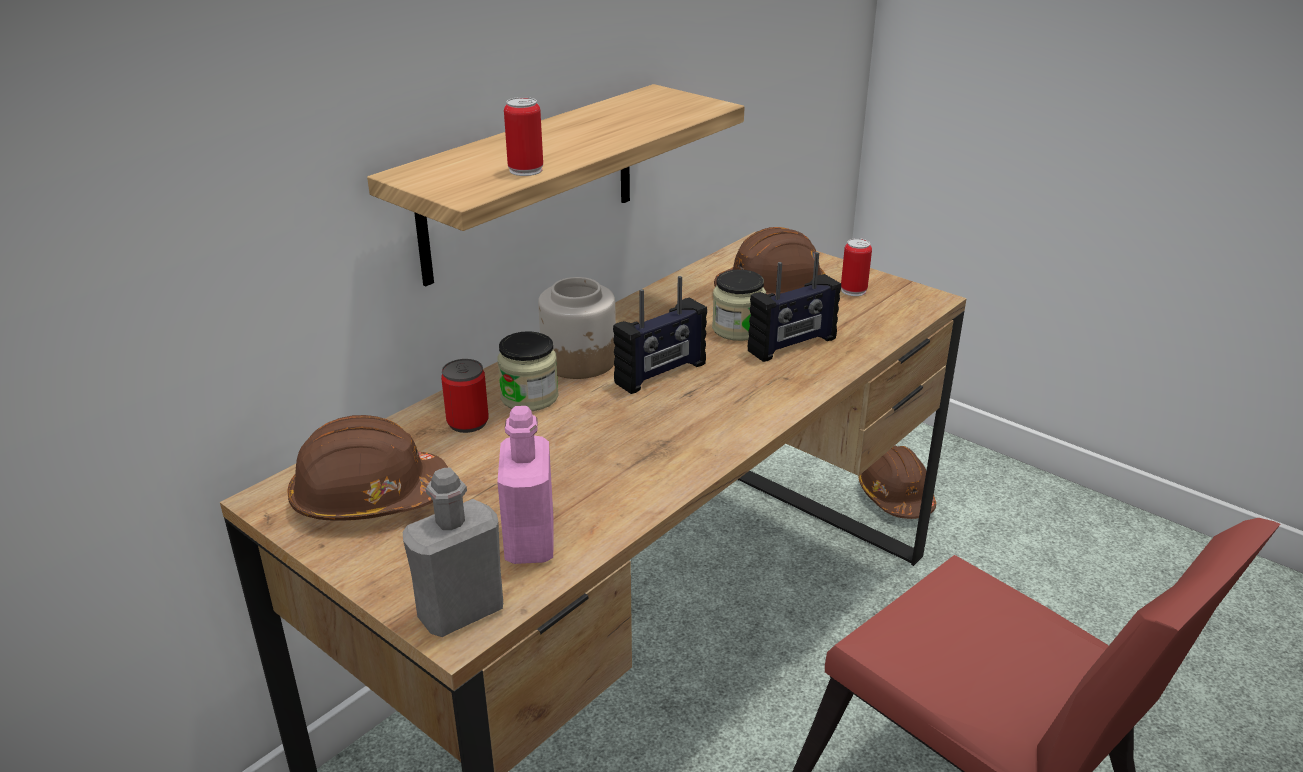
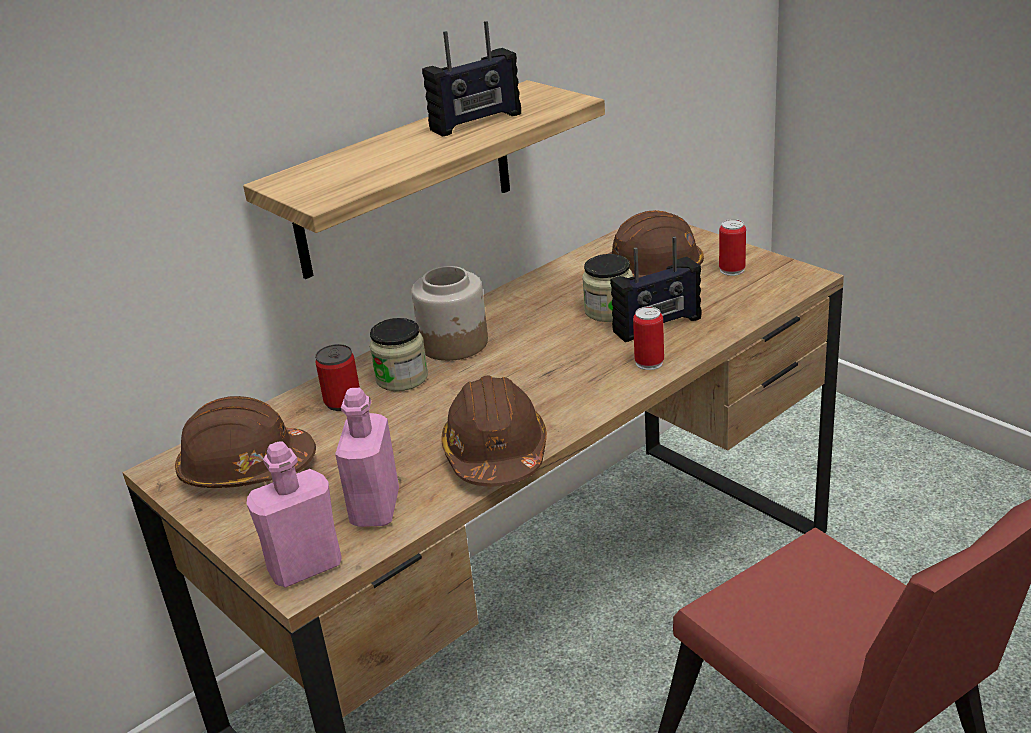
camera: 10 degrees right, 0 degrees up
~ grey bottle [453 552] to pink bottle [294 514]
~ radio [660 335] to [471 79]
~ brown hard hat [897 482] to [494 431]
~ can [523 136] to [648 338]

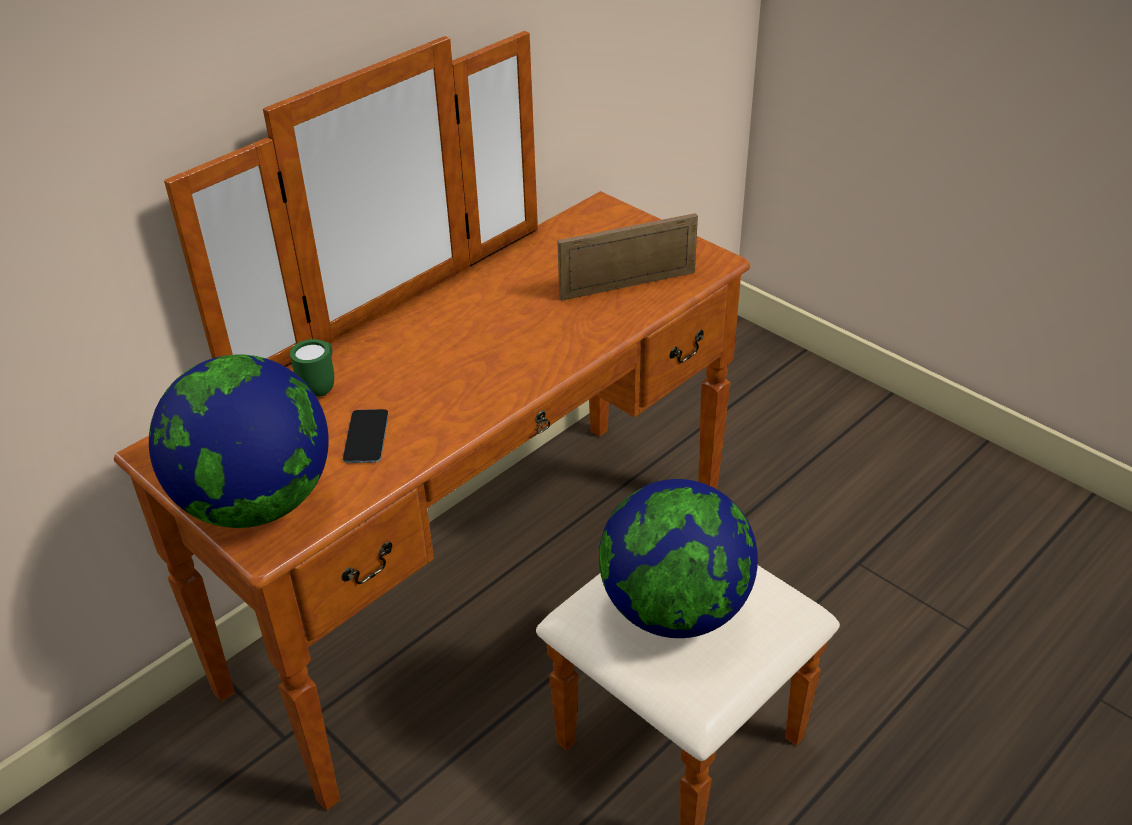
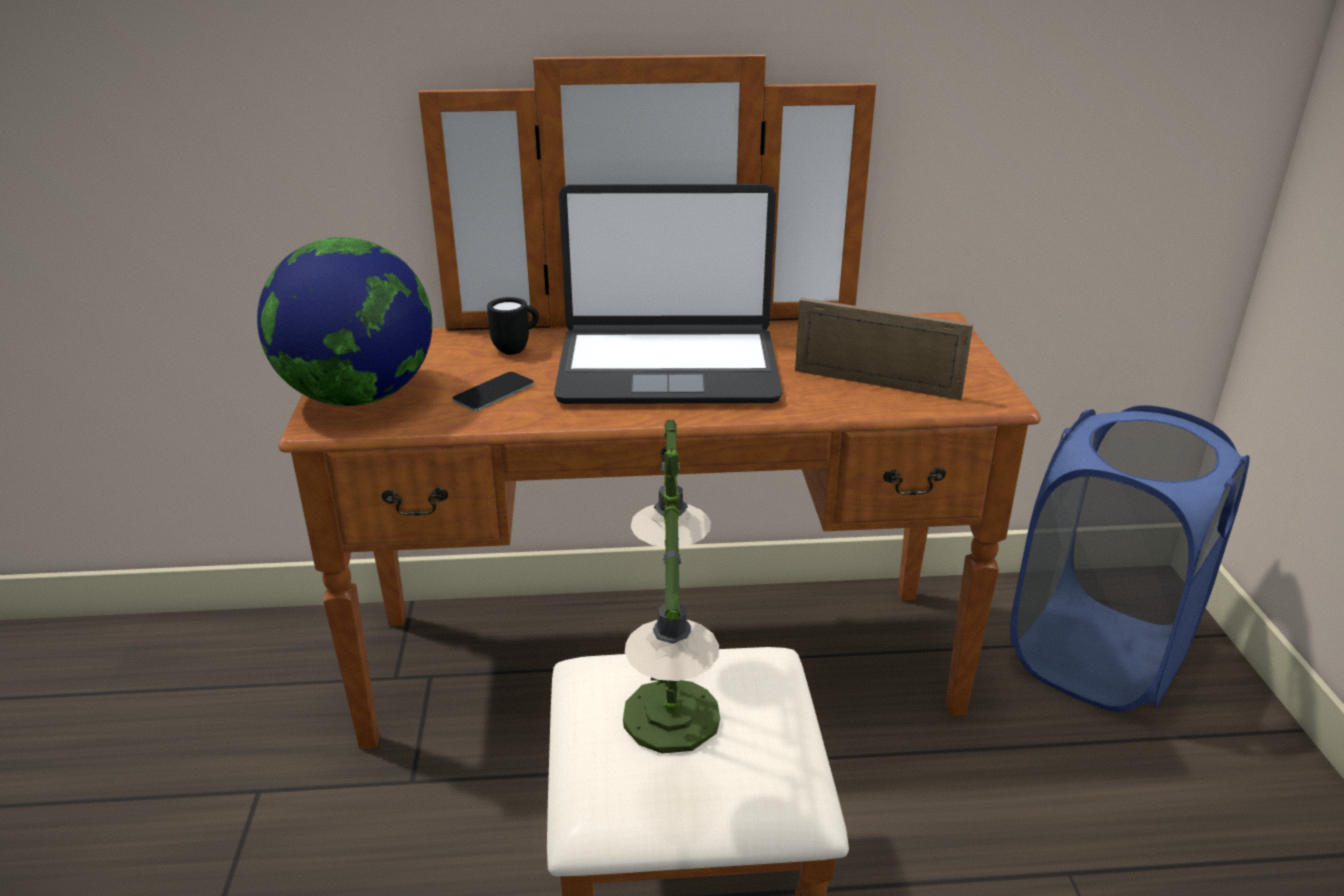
camera: 40 degrees right, 10 degrees down
~ green mug [312 367] to black mug [513 326]
+ laptop [668 294]
~ globe [678 558] to table lamp [671 587]
+ blue laundry basket [1130 558]

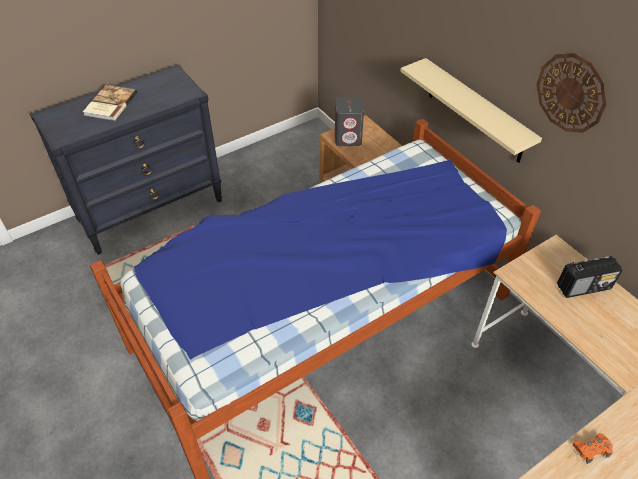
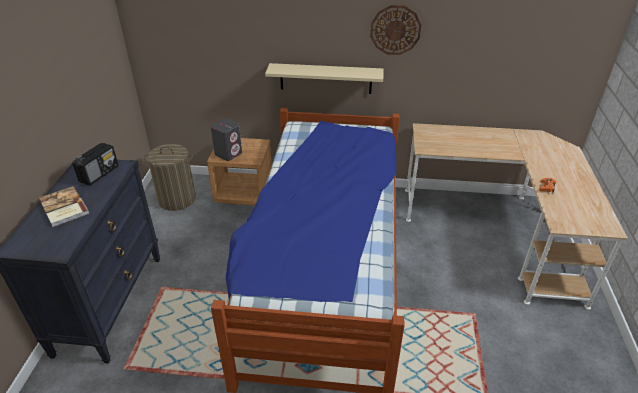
camera: 50 degrees left, 10 degrees down
~ radio [590 277] to [95 164]
+ laundry basket [169 177]

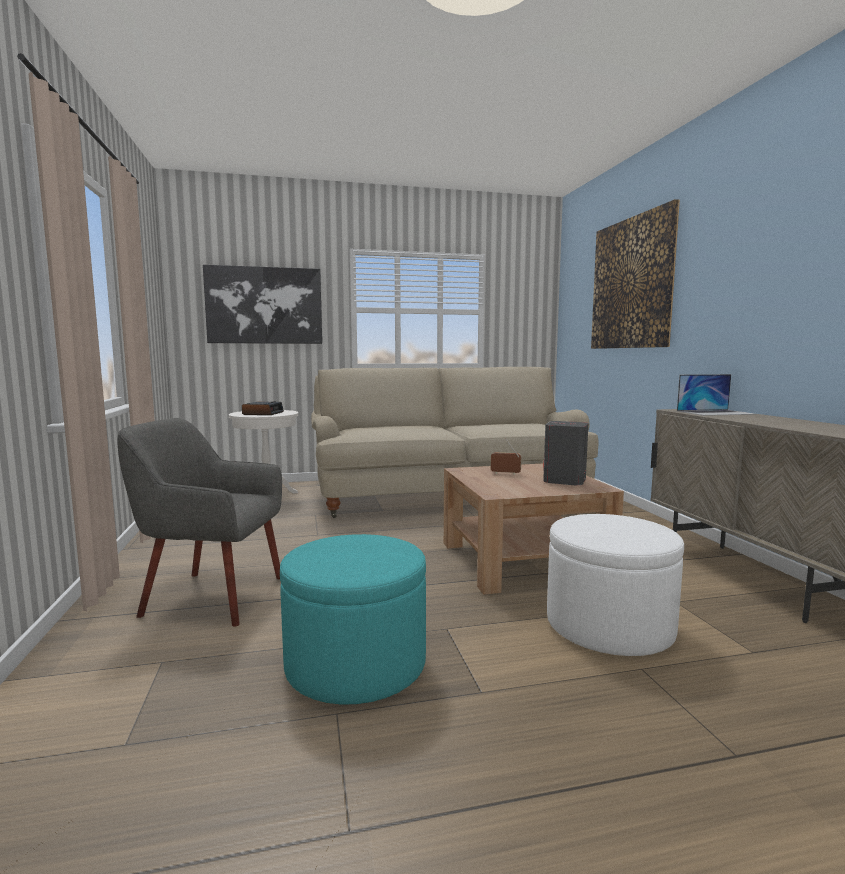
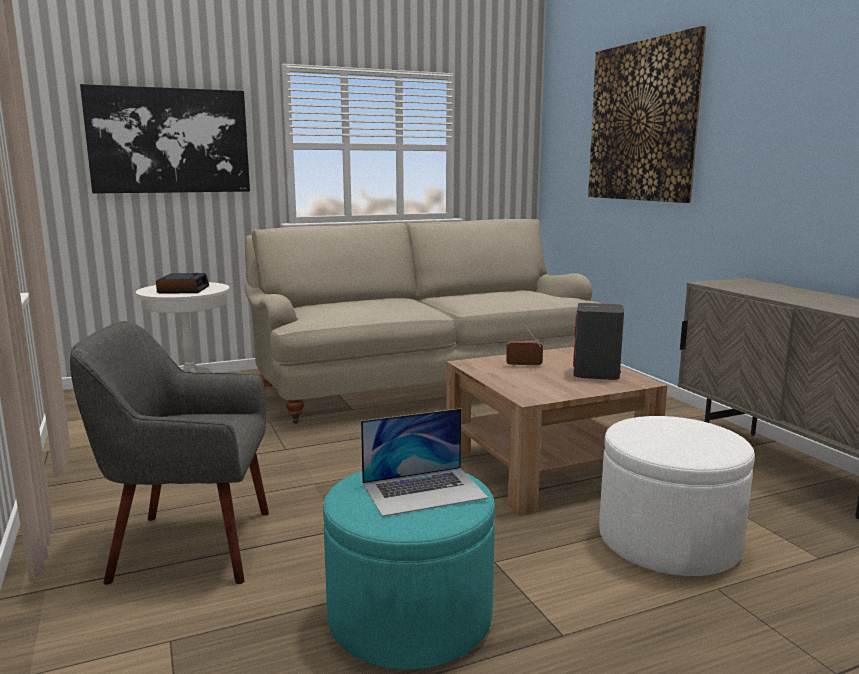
camera: 10 degrees left, 5 degrees up
~ laptop [717 395] to [425 462]

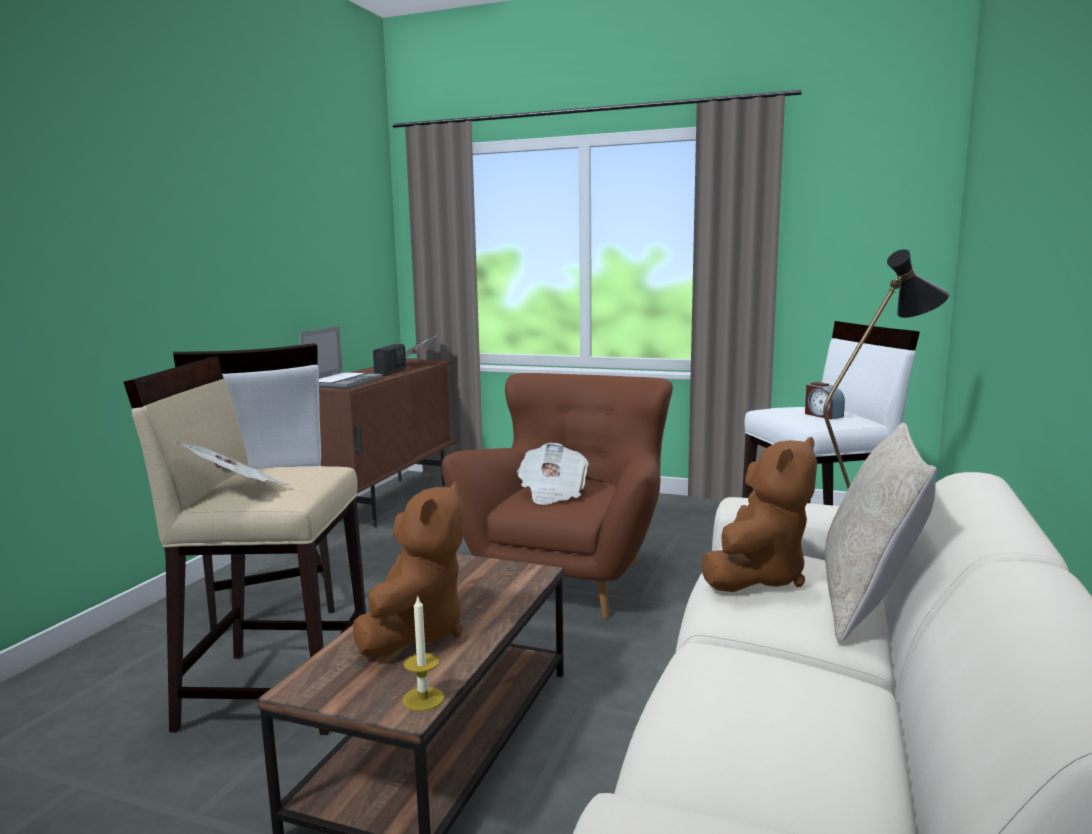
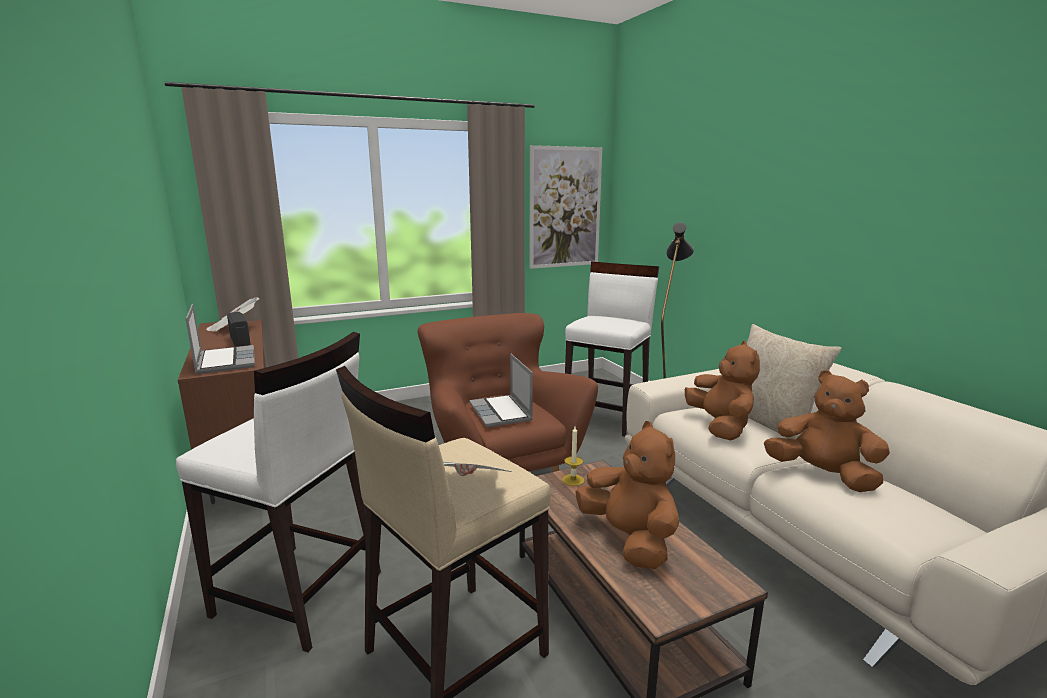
camera: 45 degrees left, 5 degrees up
~ newspaper [553 474] to laptop [501 390]
+ picture [565 207]
~ candle [423 654] to [573 456]
+ brown plush toy [827 431]
- alarm clock [825 401]

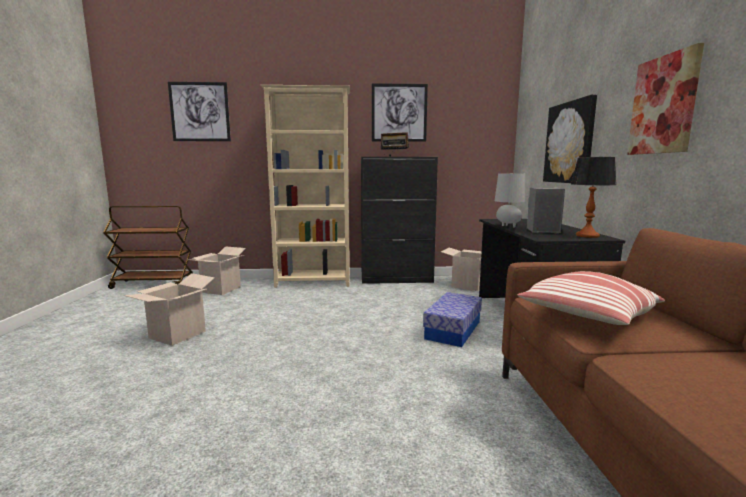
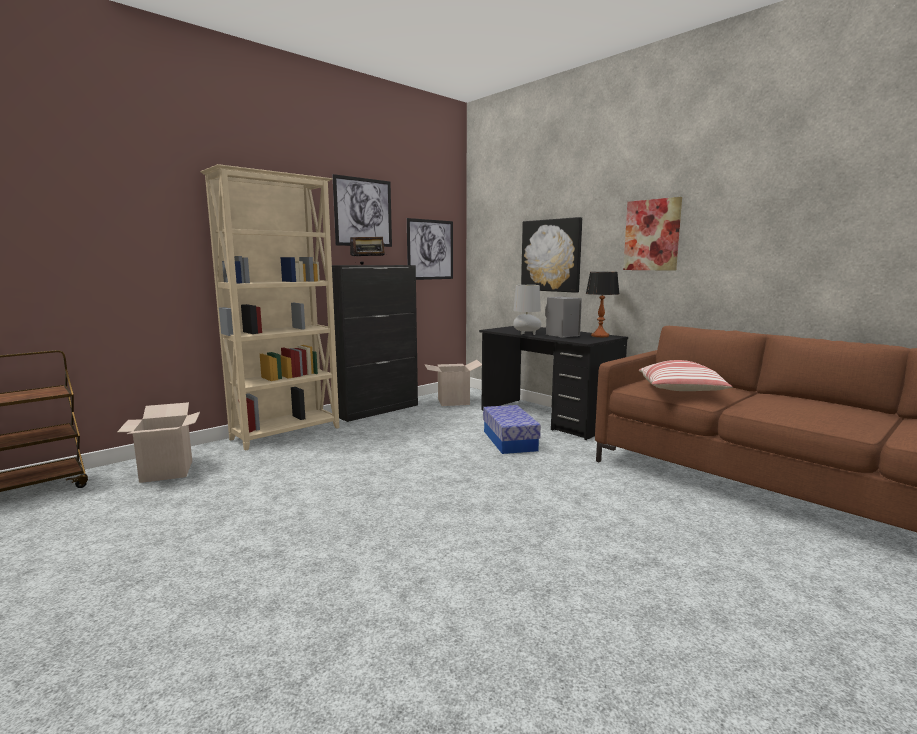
camera: 40 degrees left, 0 degrees up
~ picture [199 111] to [430 249]
- cardboard box [169 309]

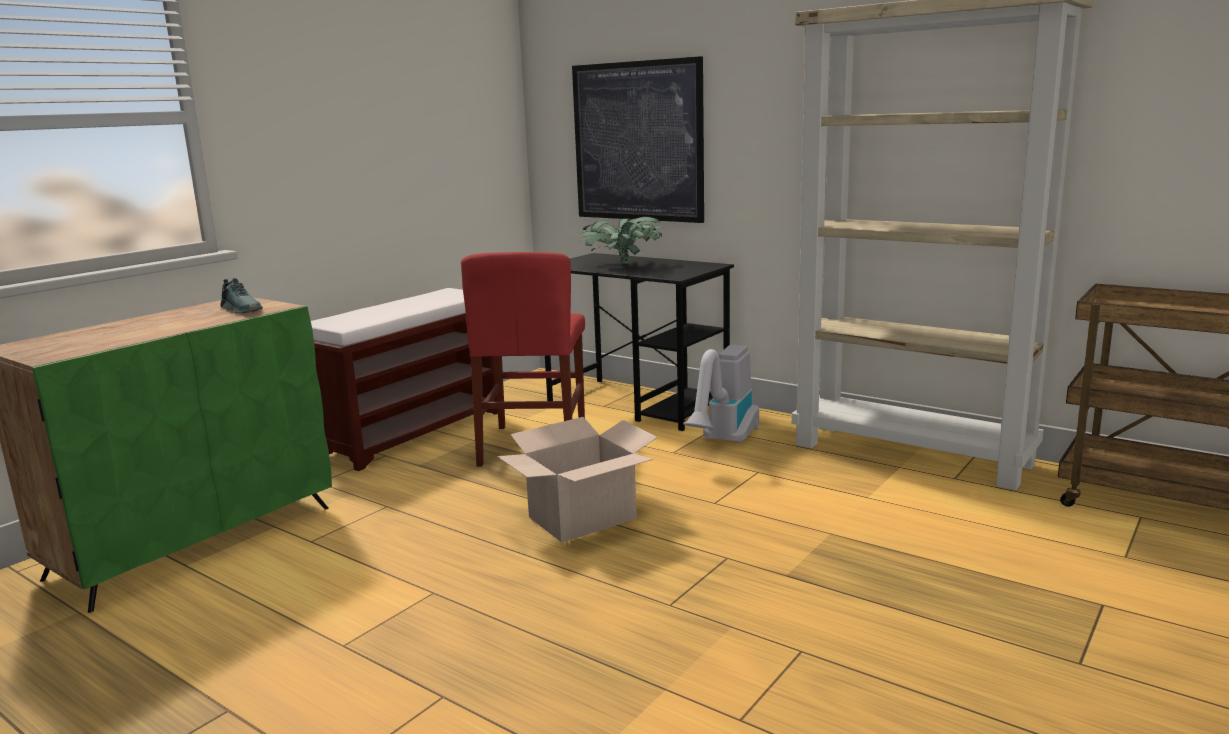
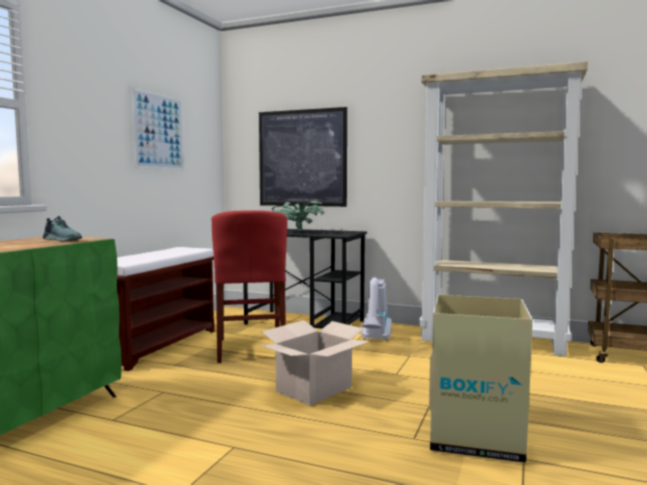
camera: 15 degrees left, 10 degrees down
+ picture [157 128]
+ cardboard box [481 379]

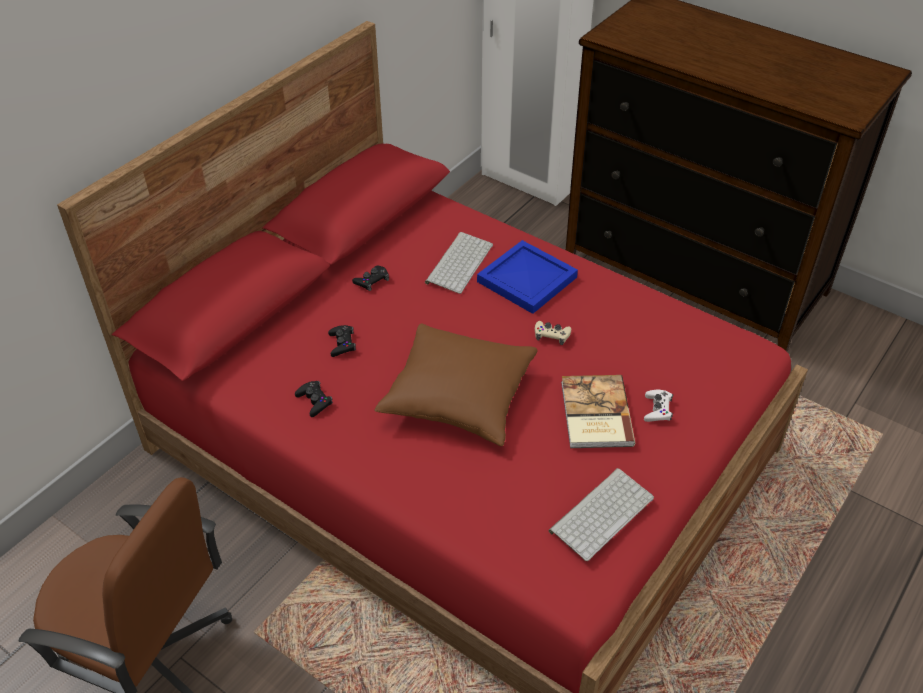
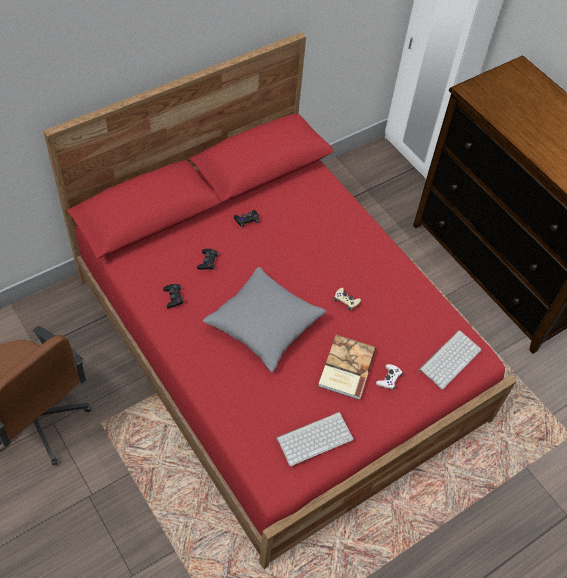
camera: 15 degrees right, 10 degrees up
~ brown pillow [456 384] to grey pillow [264 319]
~ keyboard [459 263] to [450 360]
- blue tray [527 277]

